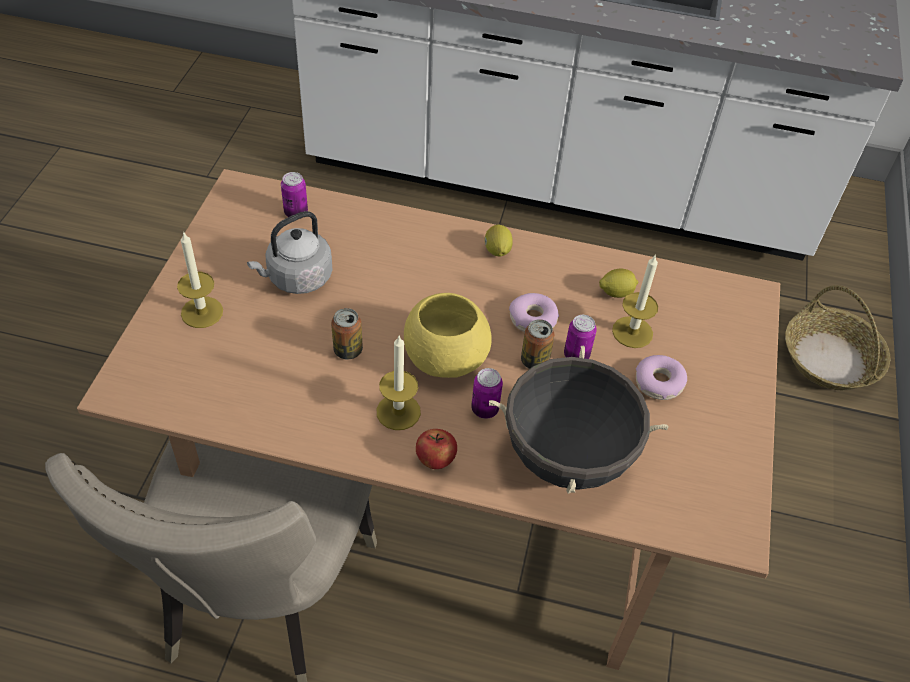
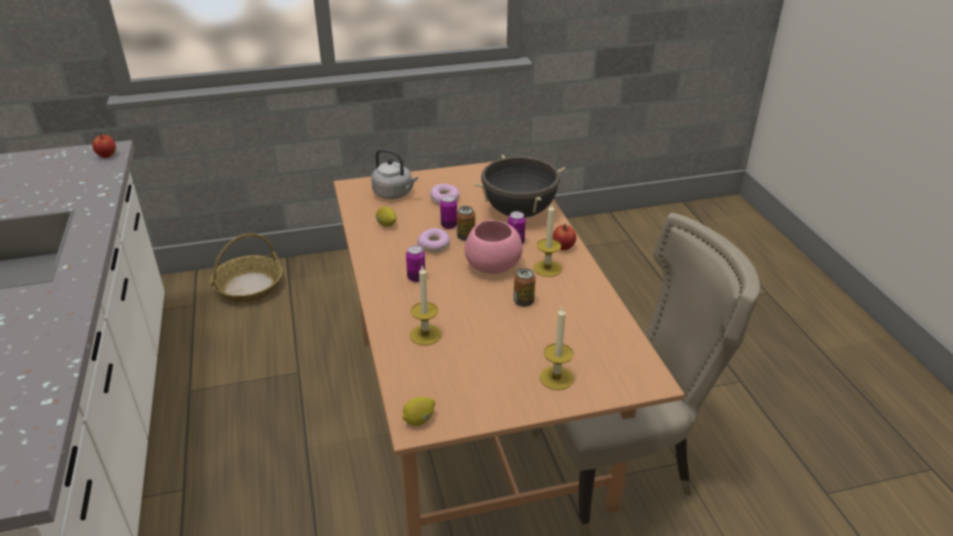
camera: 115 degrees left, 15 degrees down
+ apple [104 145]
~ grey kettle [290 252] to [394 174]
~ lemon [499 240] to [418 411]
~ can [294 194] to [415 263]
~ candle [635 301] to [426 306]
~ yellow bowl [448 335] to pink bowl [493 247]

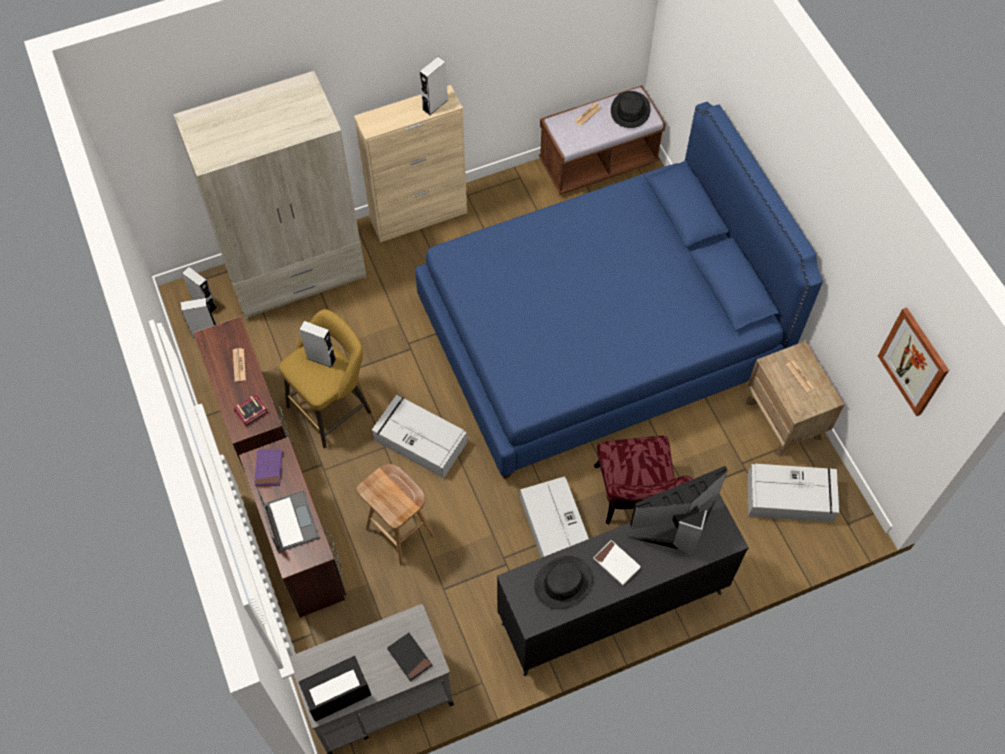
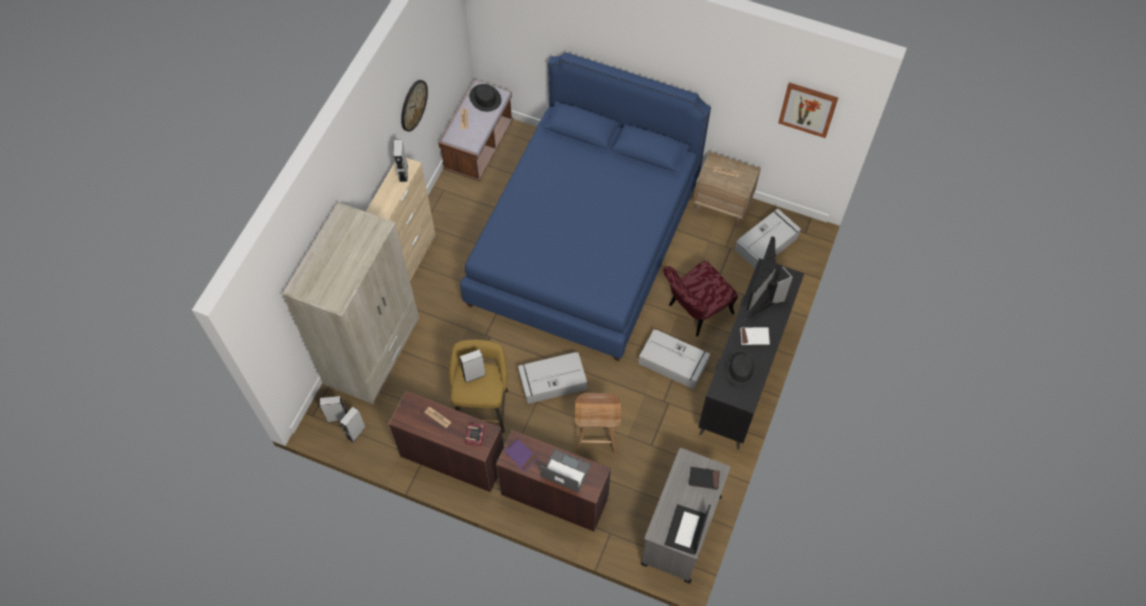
camera: 45 degrees left, 0 degrees up
+ wall clock [414 106]
~ red chair [643 480] = [700 298] 105 degrees clockwise

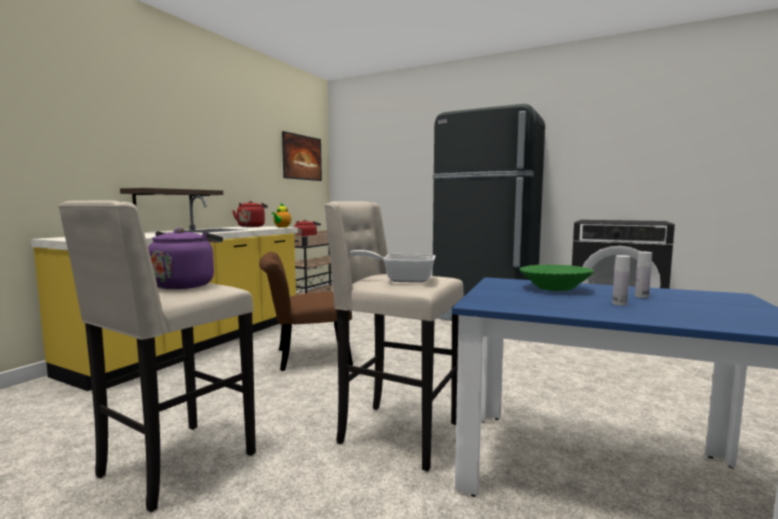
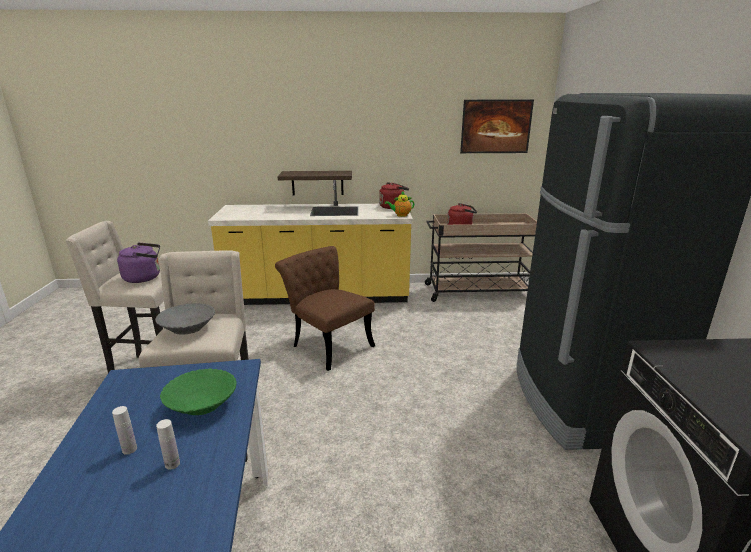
camera: 60 degrees right, 15 degrees up
~ frying pan [392 266] to grey bowl [185 319]

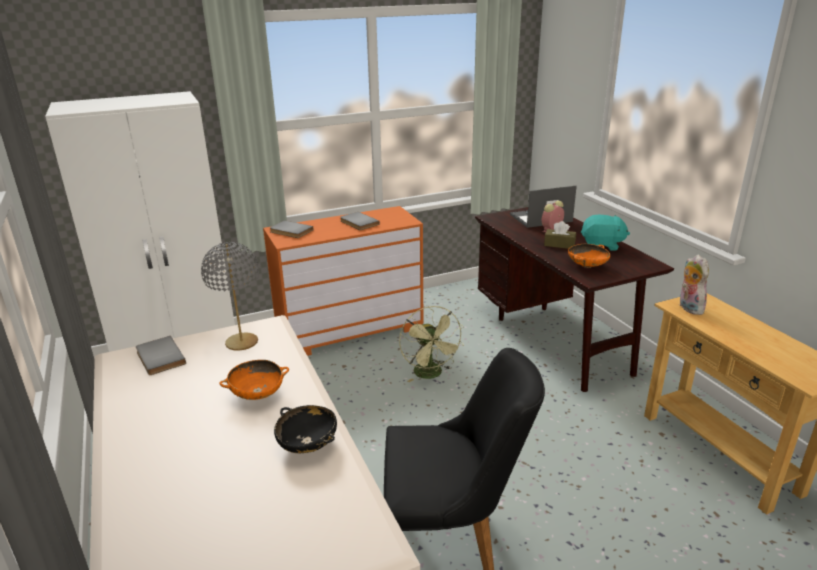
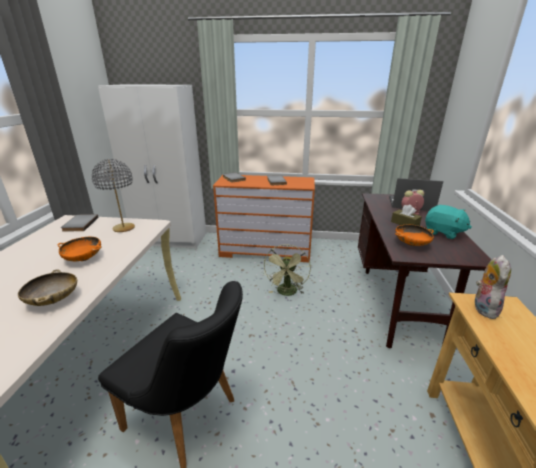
camera: 30 degrees right, 0 degrees up
~ black bowl [305 429] to beige bowl [47 288]

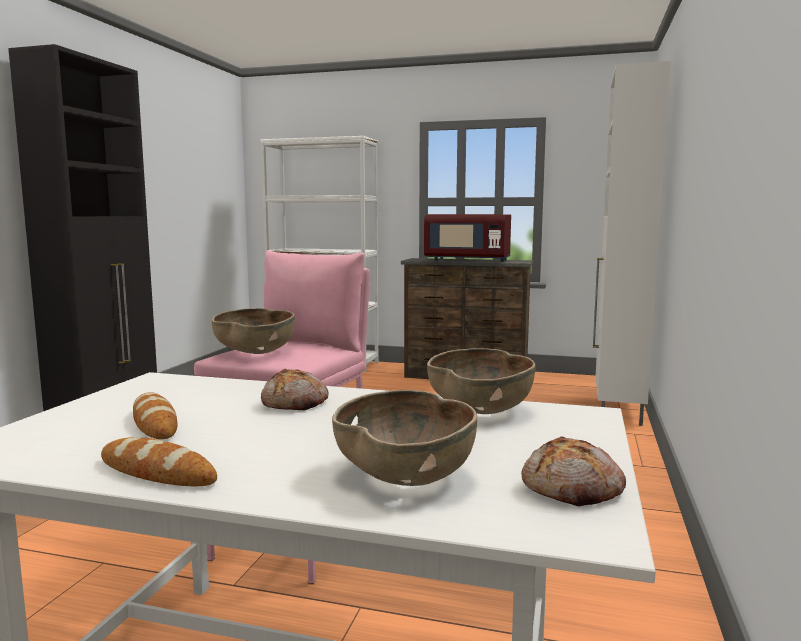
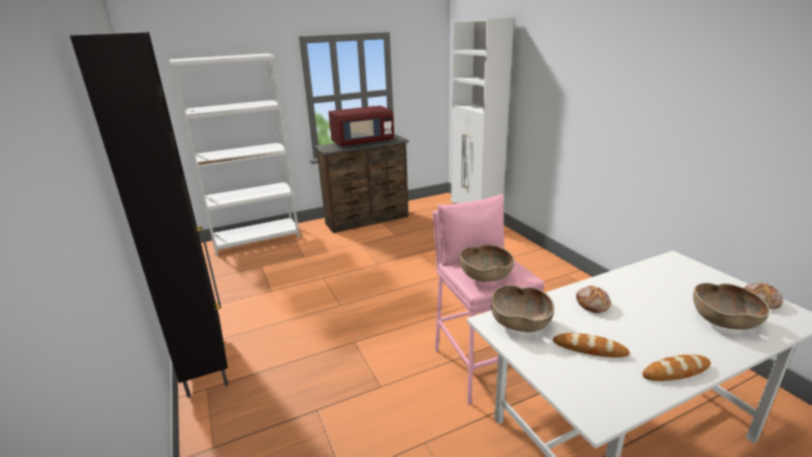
camera: 40 degrees left, 15 degrees up
~ brown bowl [481 381] to [522 308]

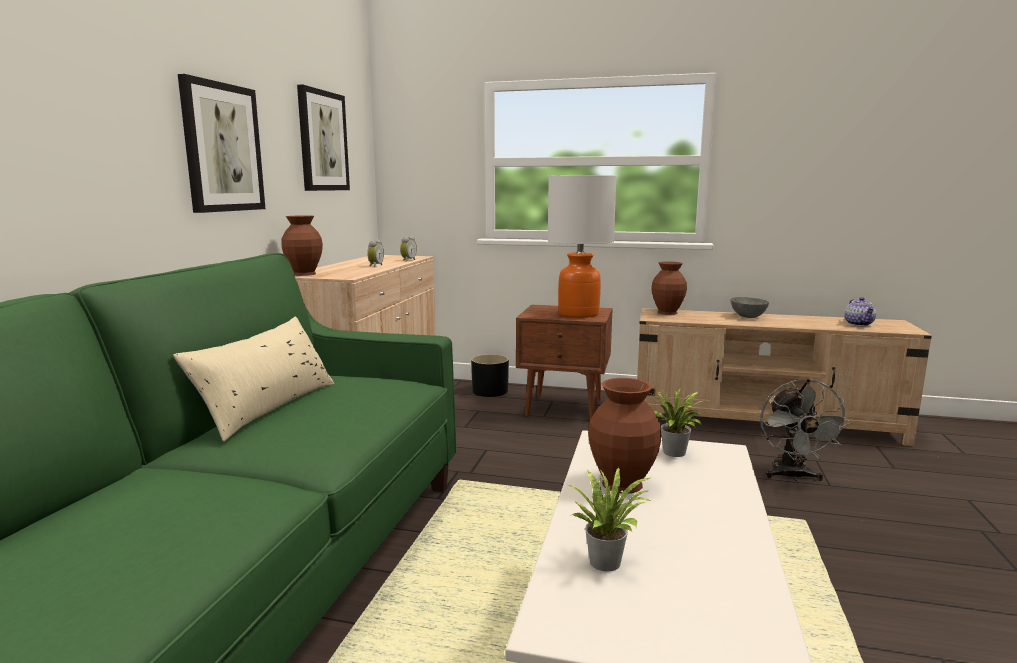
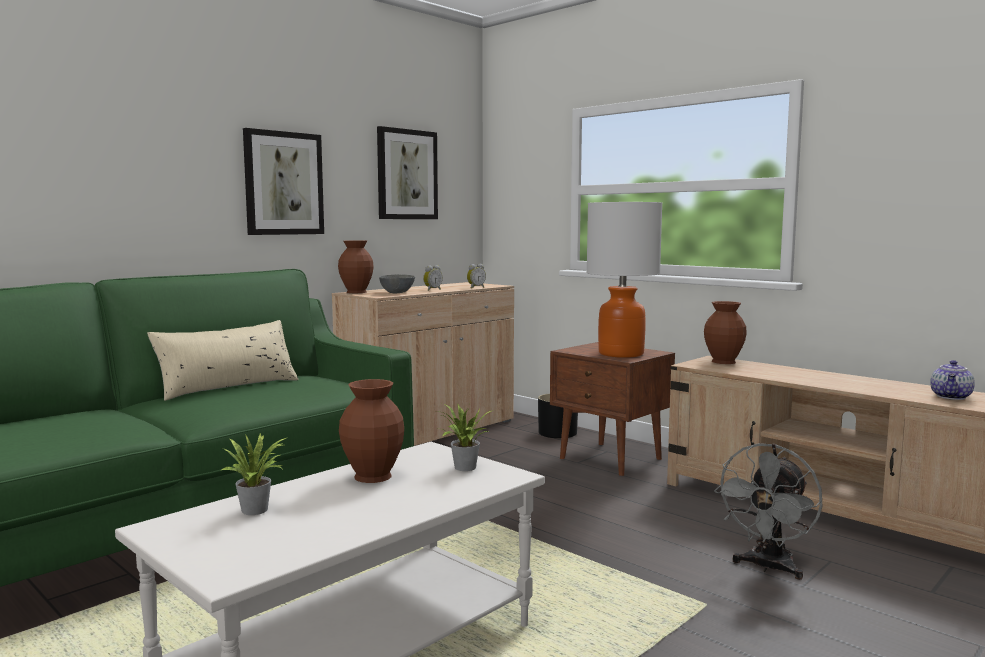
camera: 30 degrees right, 5 degrees down
~ grey bowl [749 307] to [397 283]

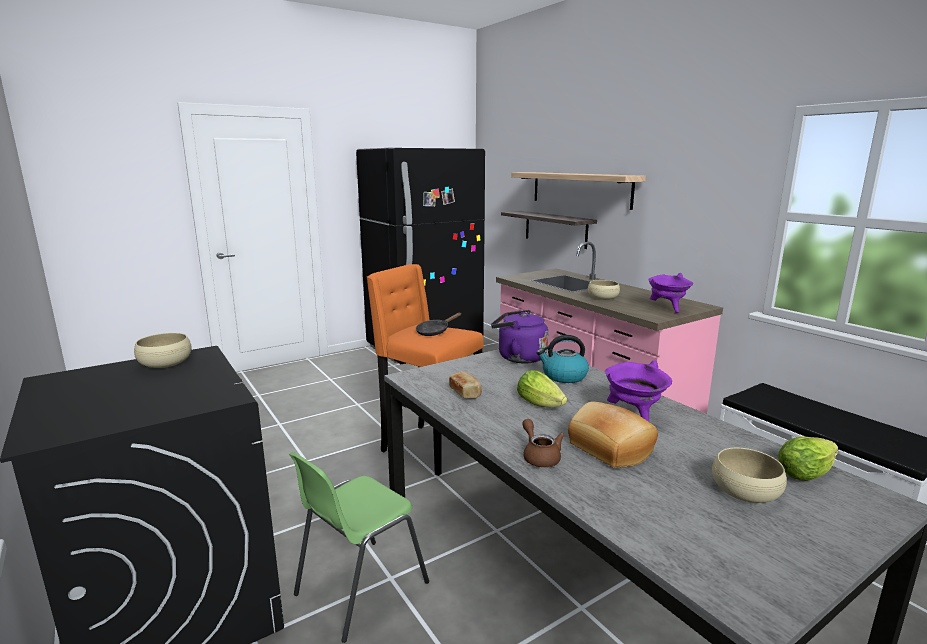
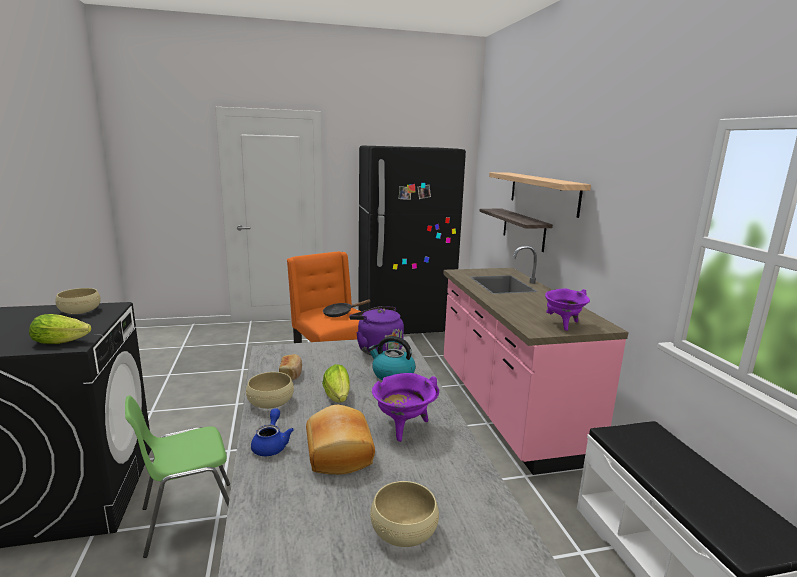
camera: 20 degrees right, 0 degrees up
~ lettuce [808 458] to [60 329]
~ beige bowl [604 290] to [270 390]
~ brown teapot [543 443] to blue teapot [272 432]

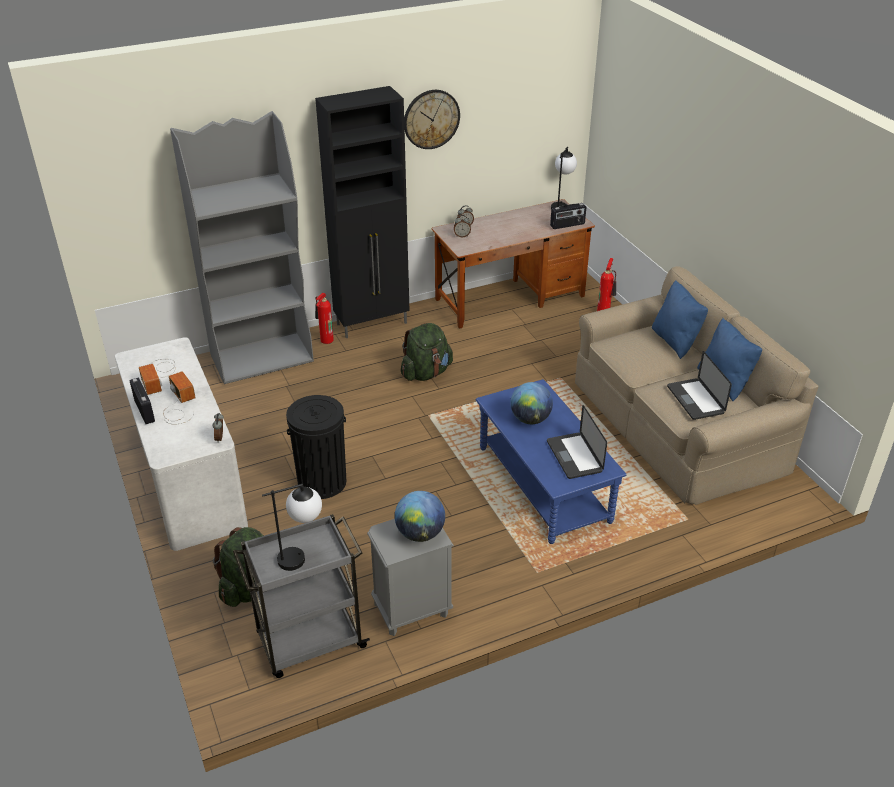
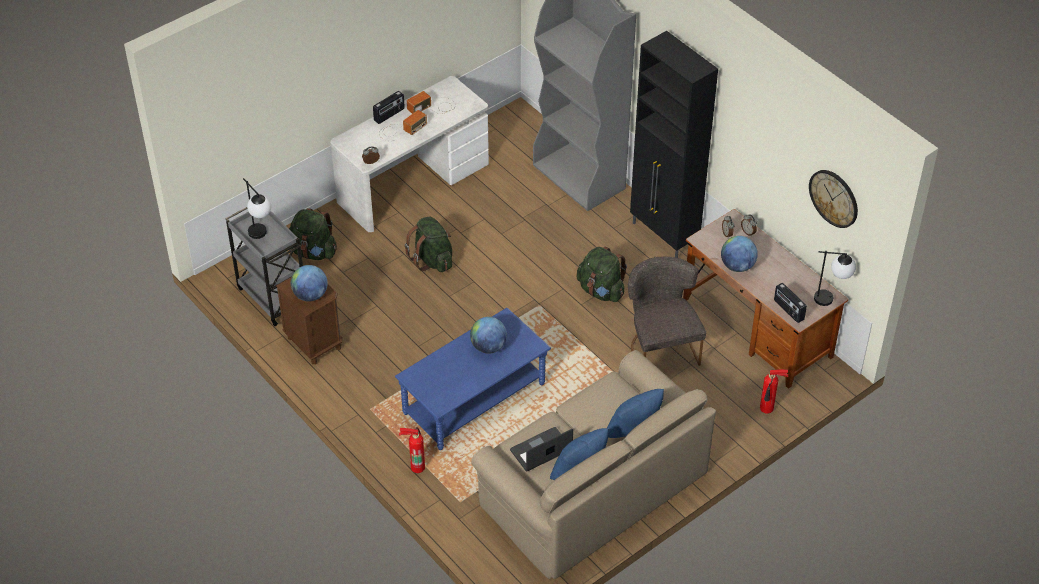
camera: 75 degrees right, 10 degrees up
~ grey nightstand [410 577] to brown nightstand [309 320]
~ fire extinguisher [324 318] to [412 450]
~ black trash can [316 447] to green backpack [428 244]
+ grey chair [667 311]
+ globe [739 254]
~ wall clock [432 119] to [833 199]
- laptop [577 442]

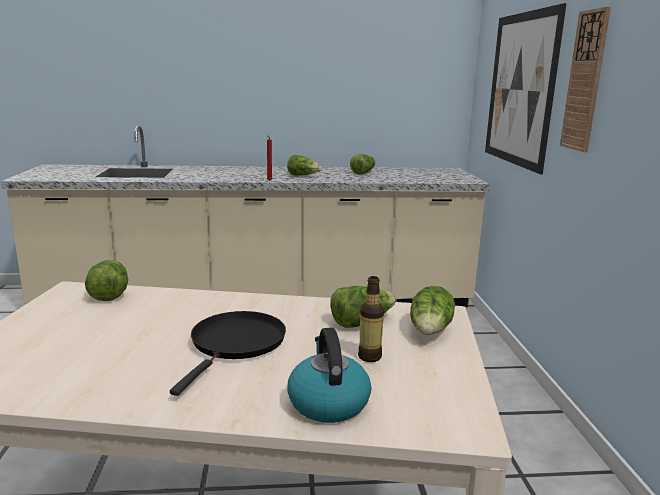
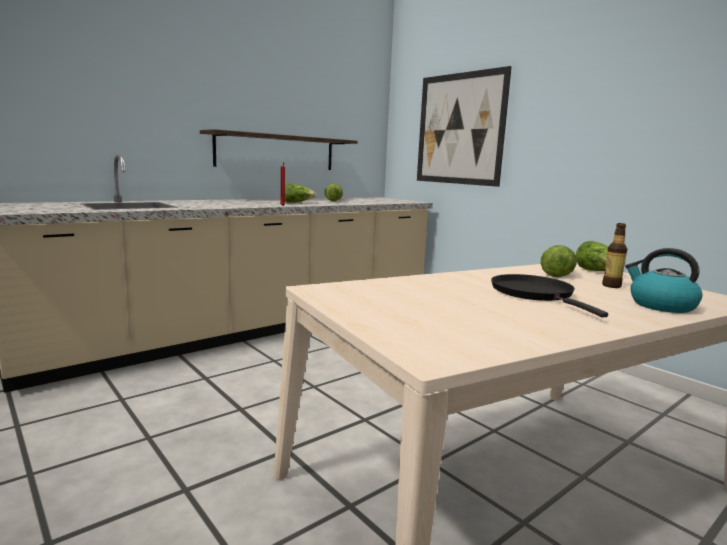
camera: 35 degrees left, 5 degrees down
+ shelf [279 149]
- lettuce [106 280]
- wall clock [585 79]

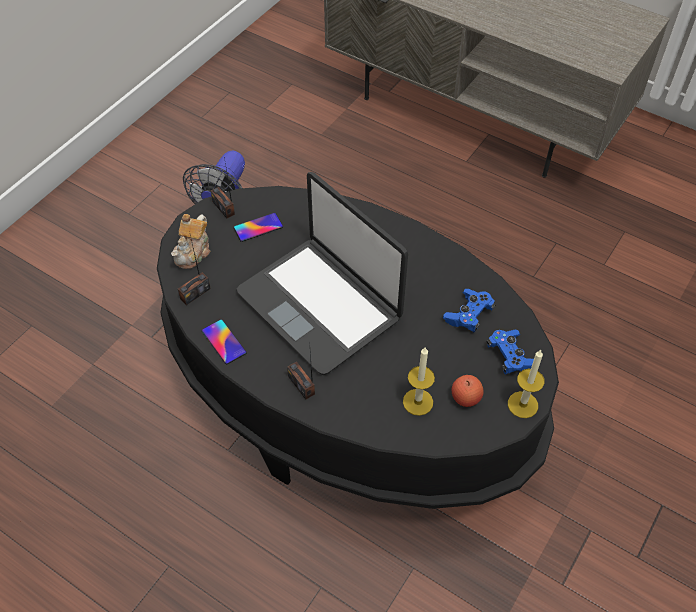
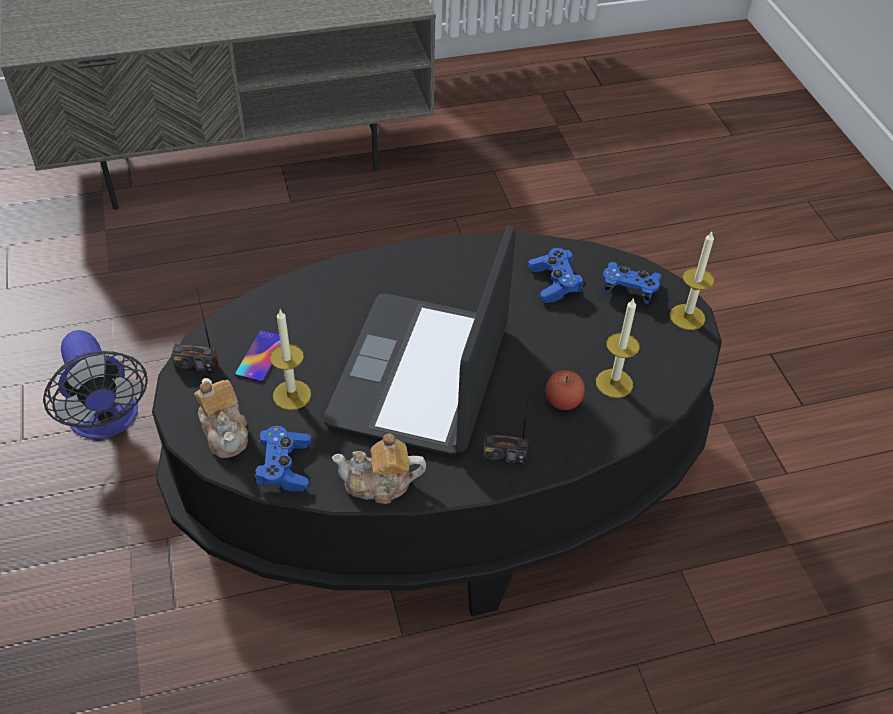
camera: 50 degrees left, 5 degrees down
~ radio [194 268] to blue game controller [283 458]
+ candle [290 360]
~ laptop [322 273] = [420 339] 105 degrees clockwise
~ phone [224 342] to teapot [379 468]
~ apple [468 391] to [565 390]

